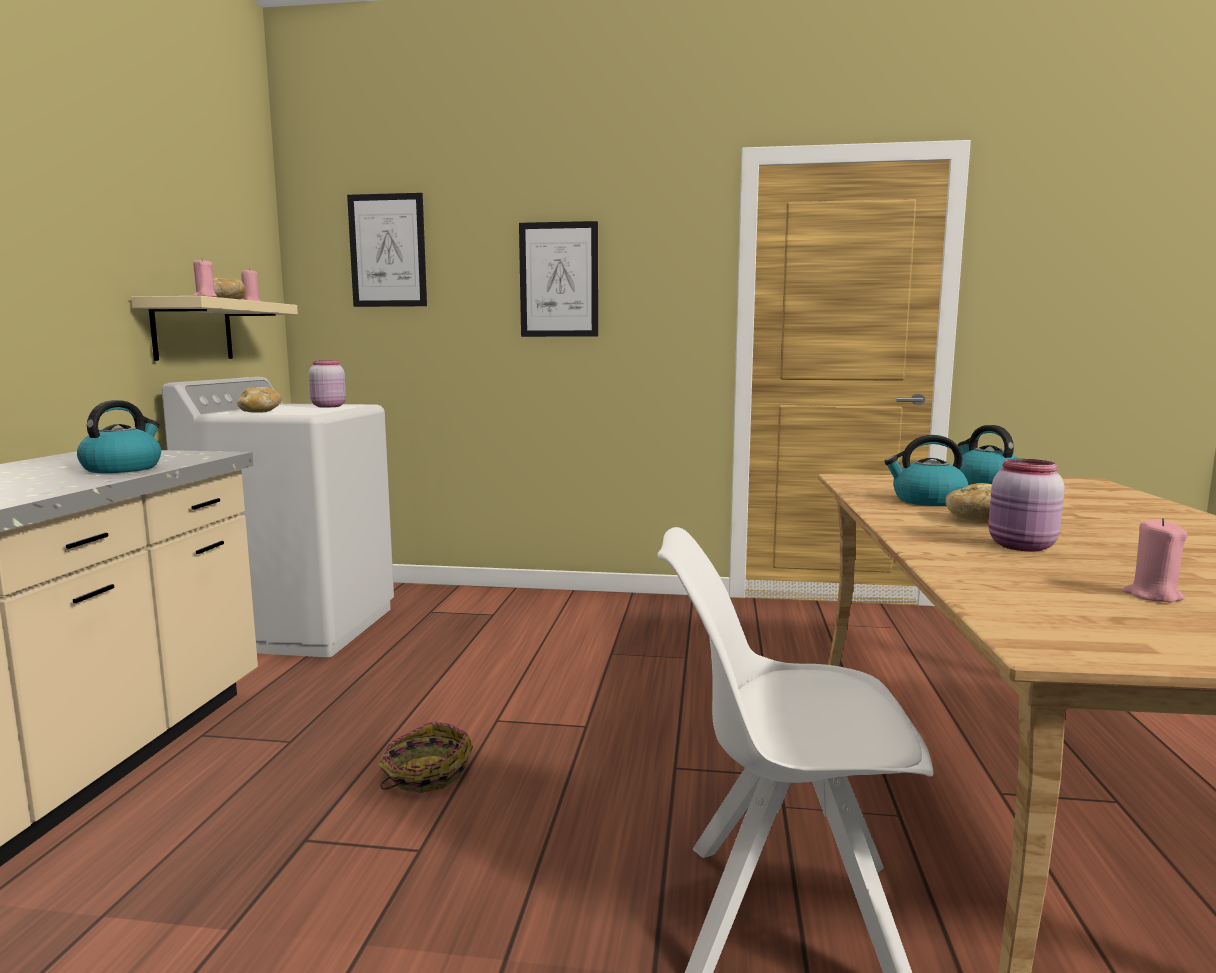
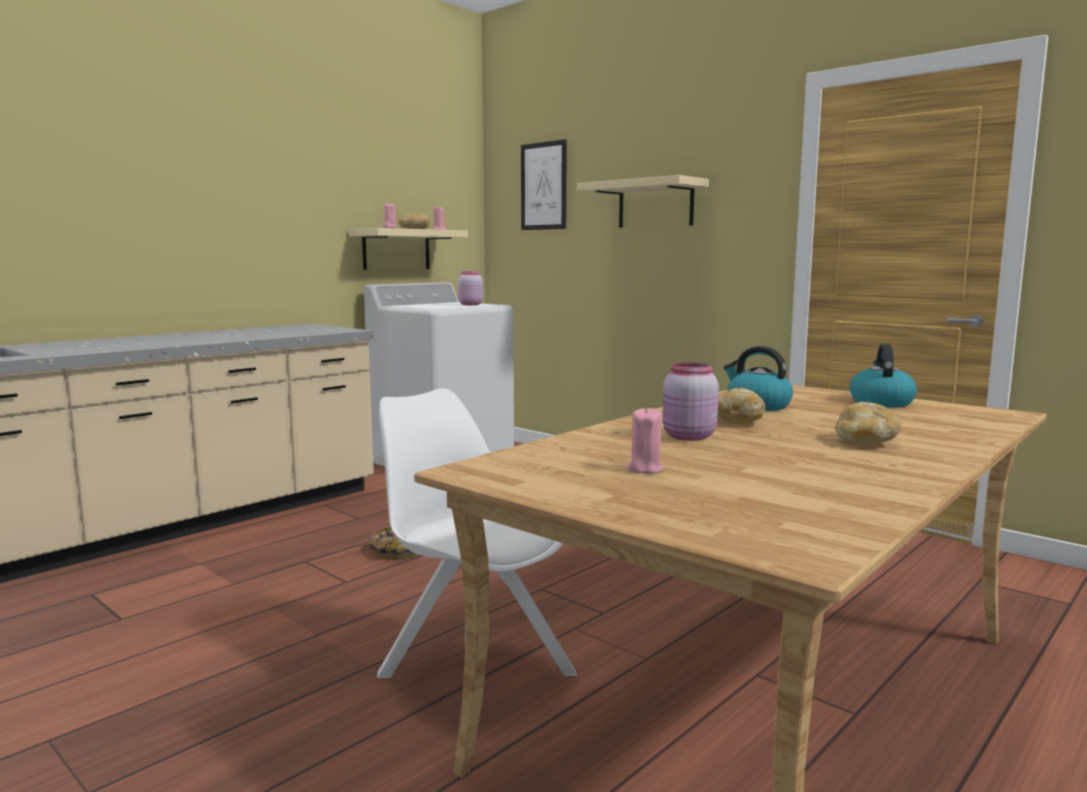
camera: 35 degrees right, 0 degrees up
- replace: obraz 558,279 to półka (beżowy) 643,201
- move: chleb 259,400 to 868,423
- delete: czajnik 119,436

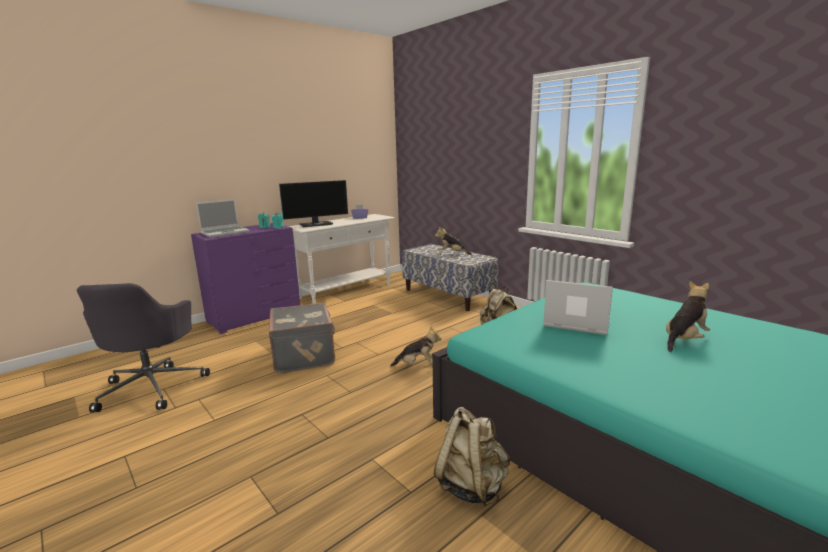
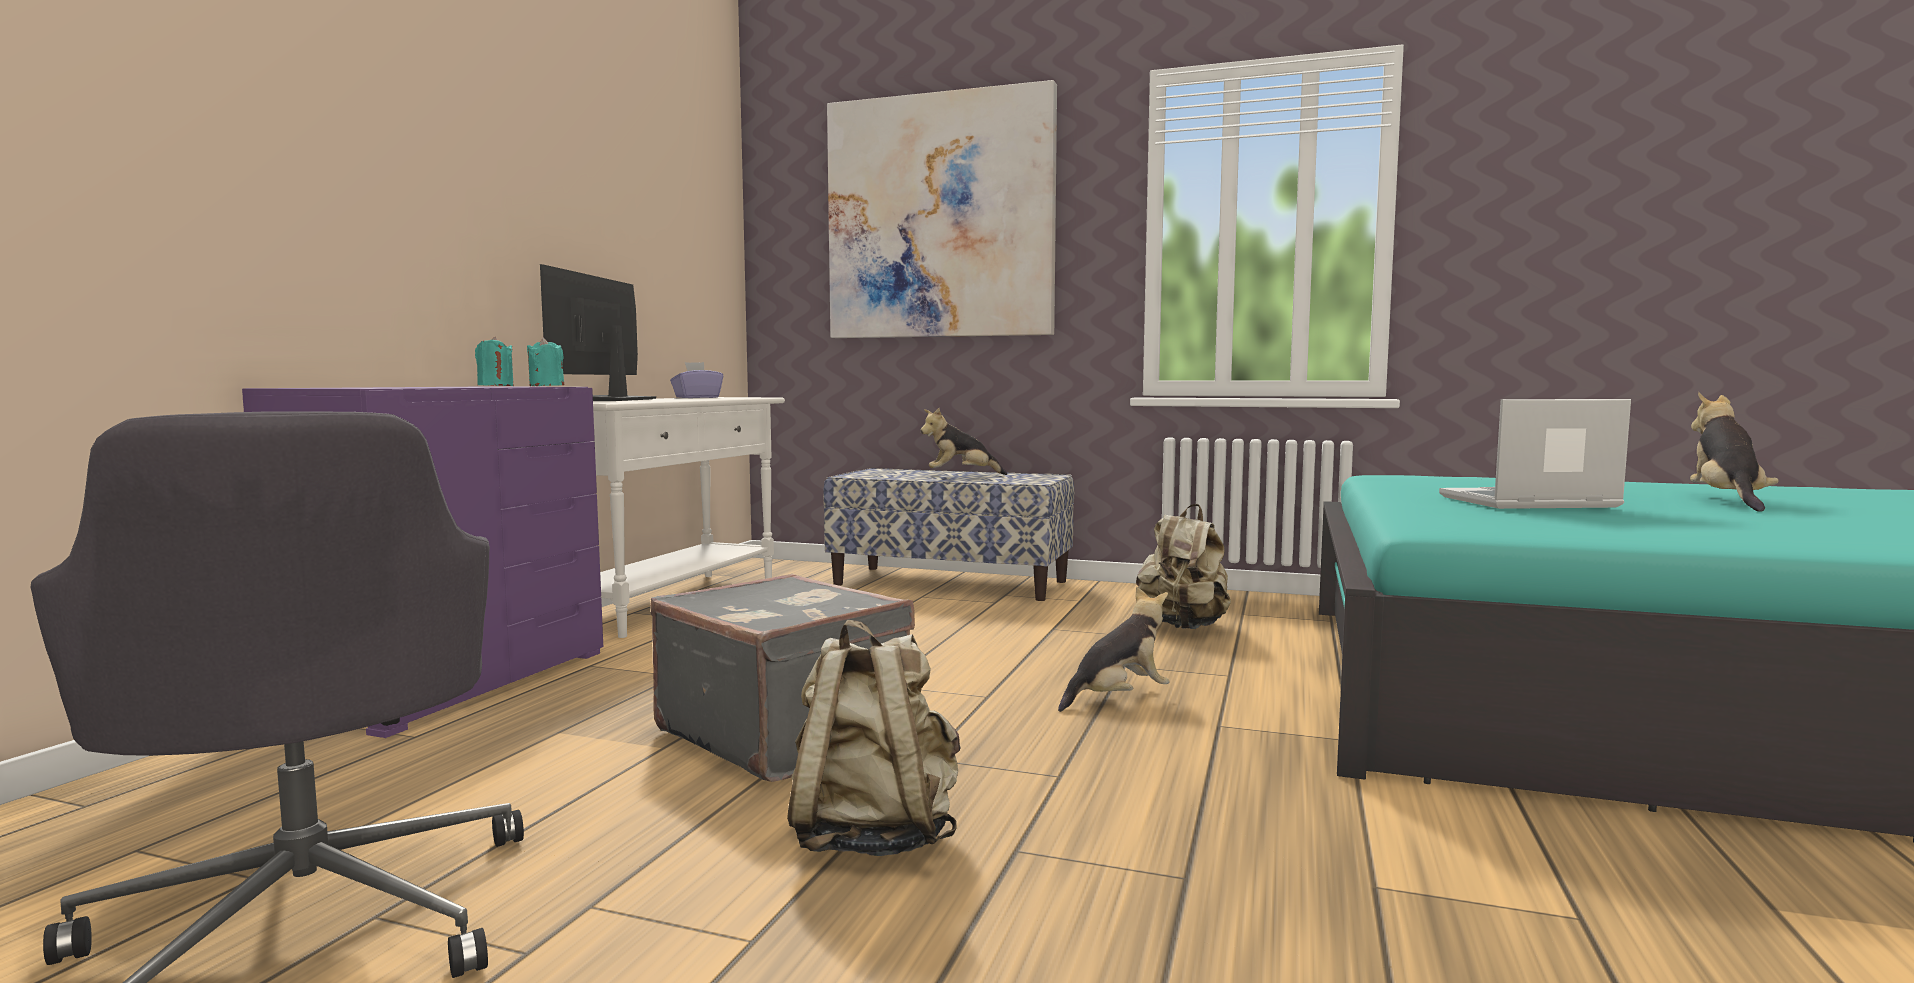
camera: 30 degrees left, 10 degrees down
- rotate: monitor 313,203 = 598,332 150 degrees clockwise
- move: plecak (beżowy) 472,457 to 874,738
- insert: obraz 942,209
- delete: laptop 222,218

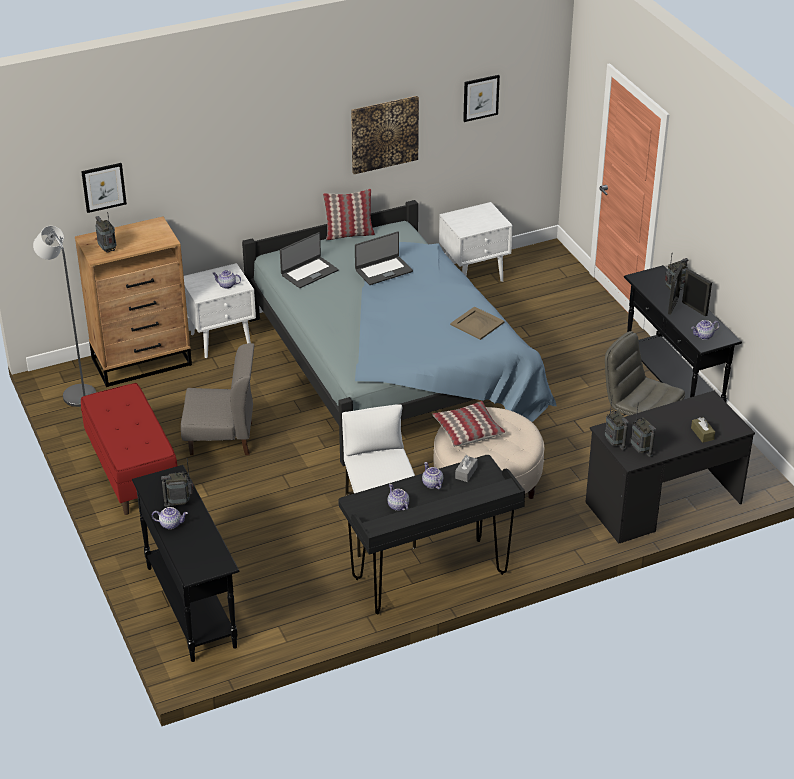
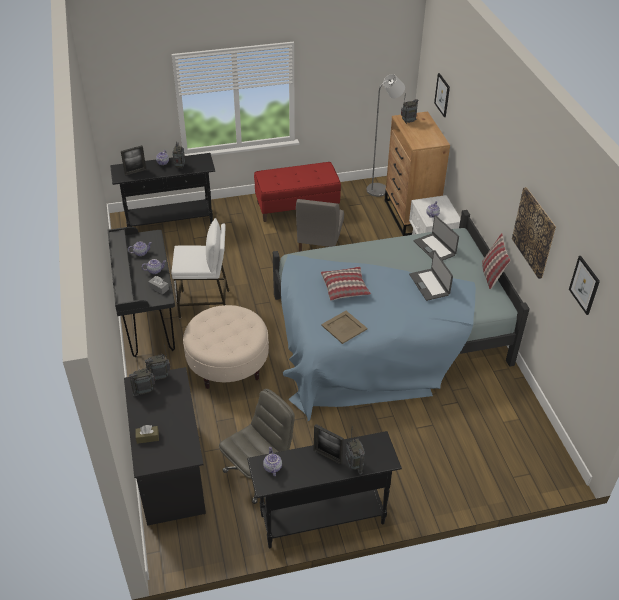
camera: 100 degrees right, 5 degrees up
- move: ramka na zdjęcie 697,293 to 133,160
- move: poduszka 468,424 to 346,284
- delete: szafka nocna (biały) 476,242

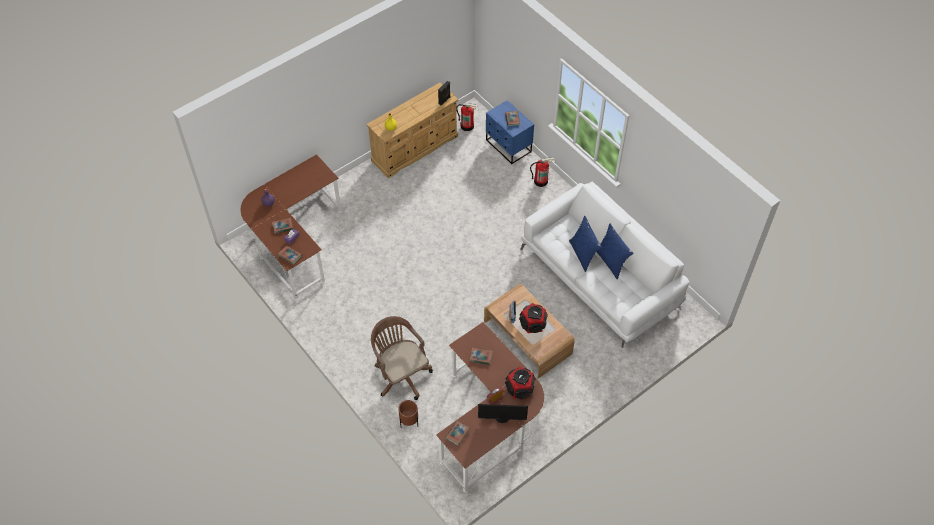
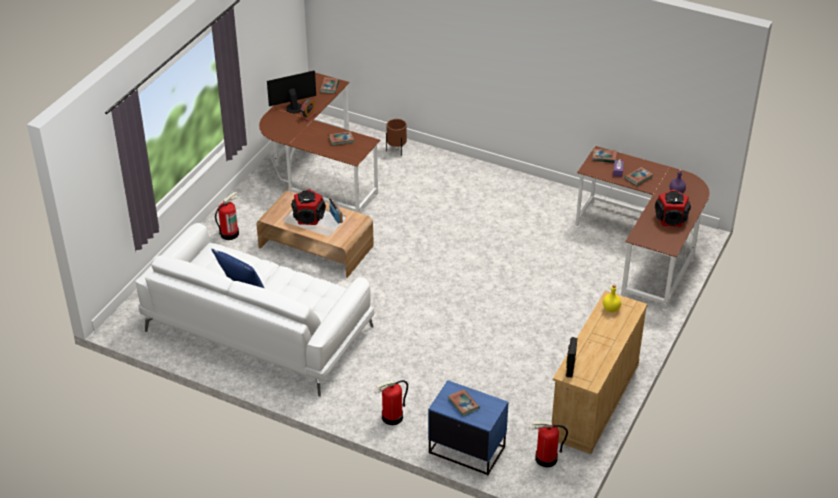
camera: 155 degrees right, 15 degrees down
- insert: gaśnica 227,215
- move: głośnik 520,382 to 673,208
- delete: krzesło biurowe (brązowy) 402,358
- delete: poduszka (niebieski) 585,244

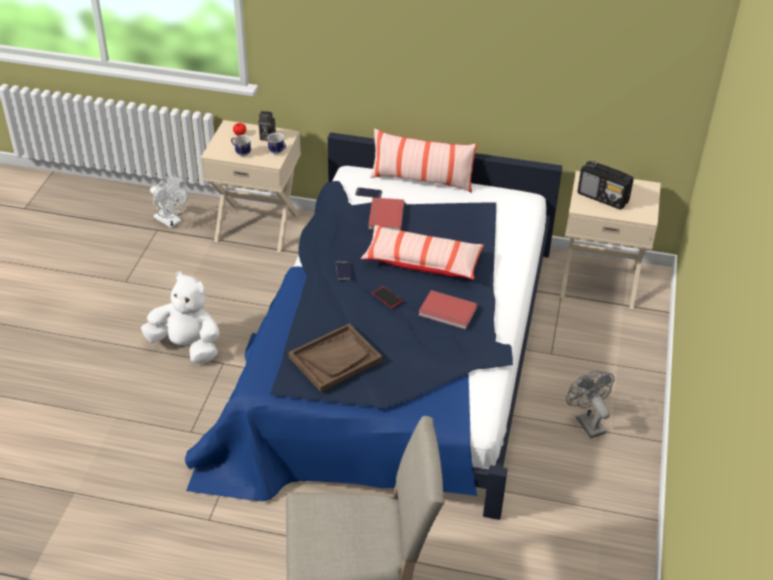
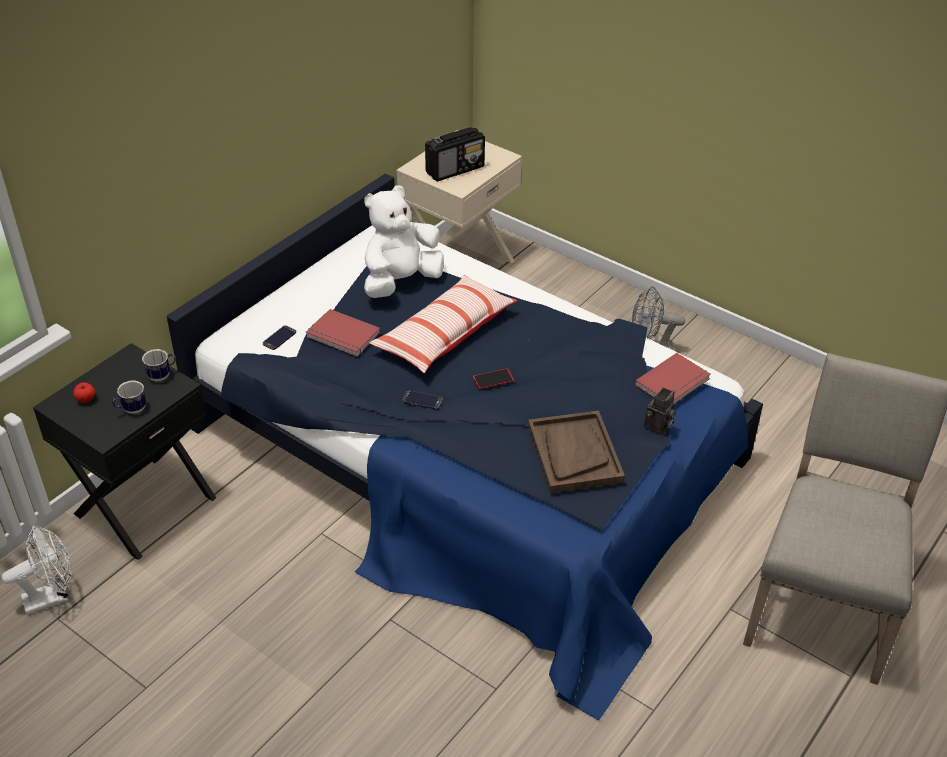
camera: 65 degrees left, 0 degrees up
- recolor: szafka nocna (beżowy) 251,186 to szafka nocna (czarny) 124,451
- move: pluszak (biały) 180,318 to 404,241
- move: książka (czerwony) 448,310 to 673,378
- move: aparat fotograficzny 267,126 to 659,411
- delete: poduszka 423,160

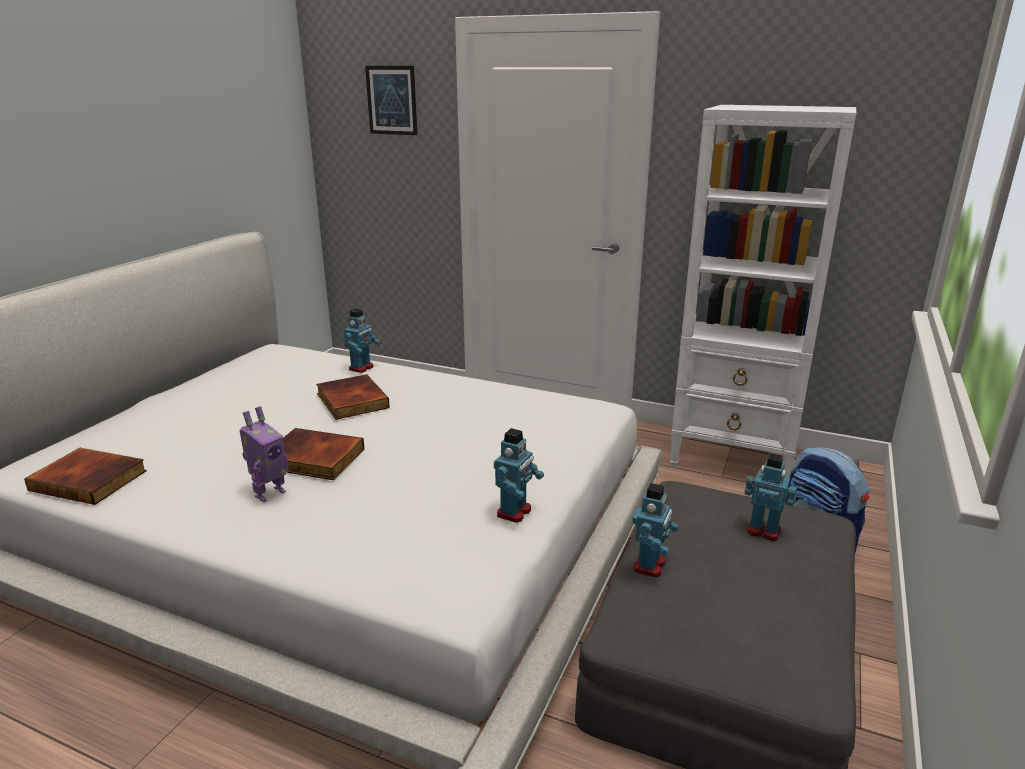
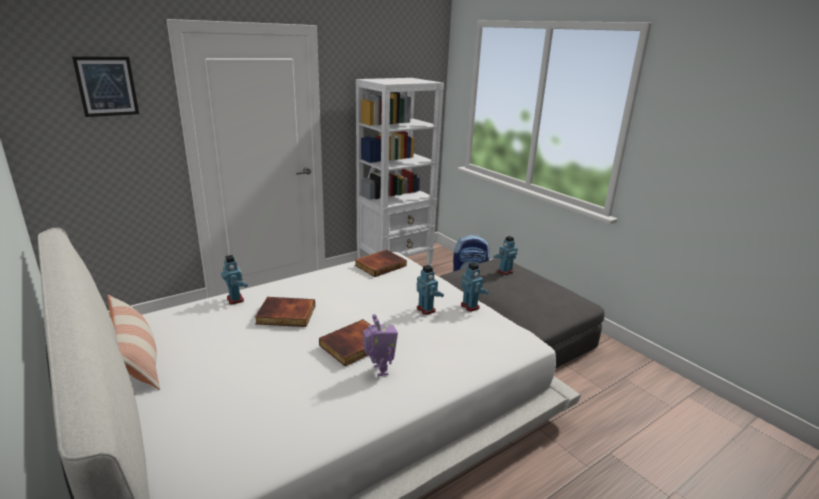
camera: 60 degrees left, 0 degrees up
- insert: poduszka 134,342
- move: książka 85,476 to 381,263
- move: robot zabawkowy 655,530 to 430,290

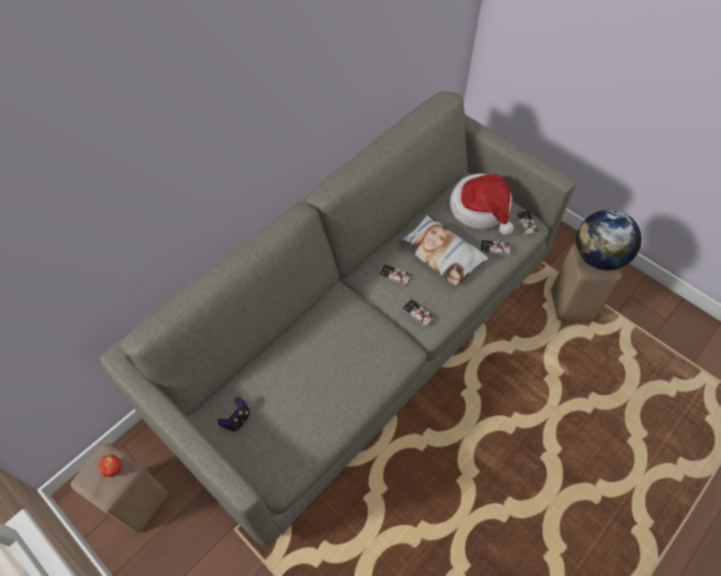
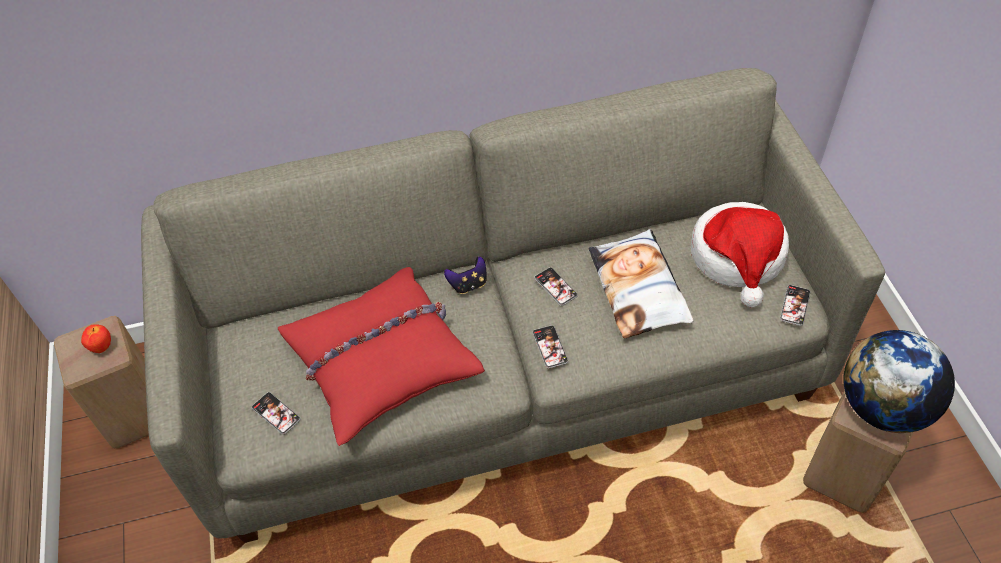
camera: 35 degrees right, 5 degrees down
- move: telefon 495,247 to 276,413
- insert: poduszka (czerwony) 381,356
- move: pad do gier 233,414 to 465,275

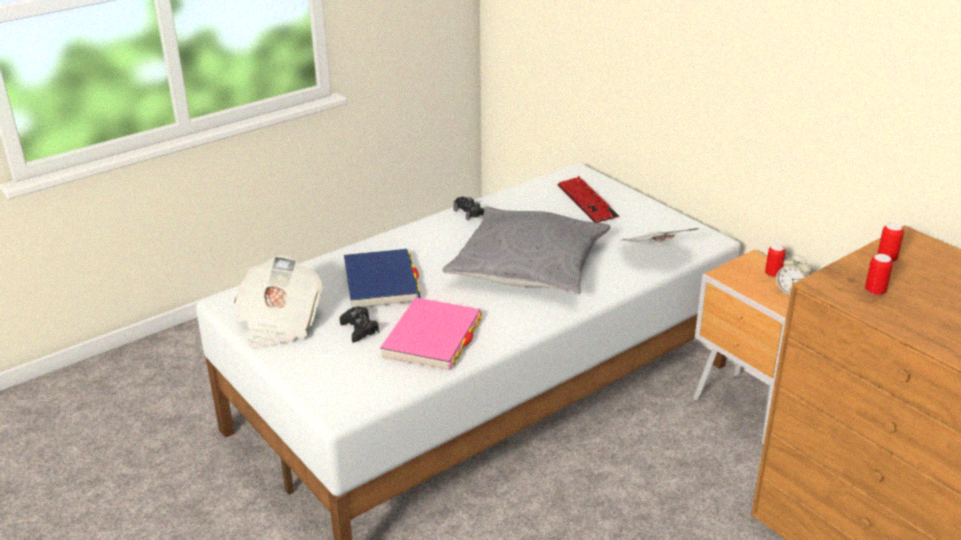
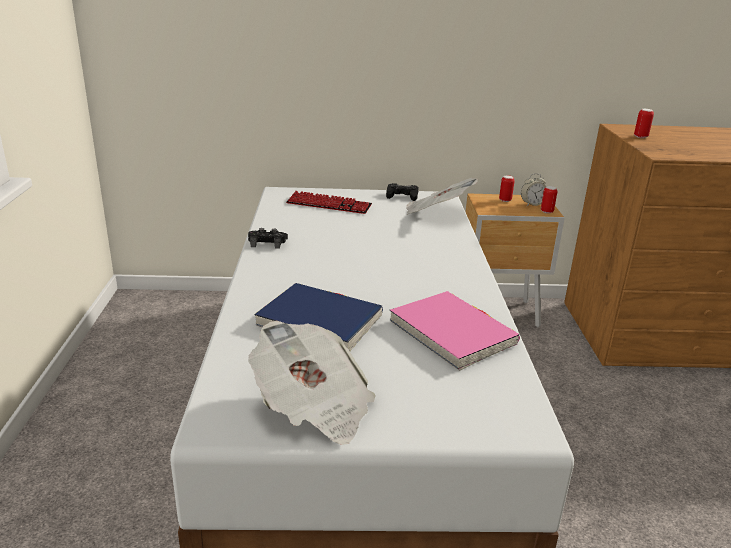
camera: 55 degrees left, 5 degrees down
- move: pad do gier (czarny) 359,324 to 402,192
- move: puszka 879,274 to 549,200
- delete: poduszka (szary) 526,251

